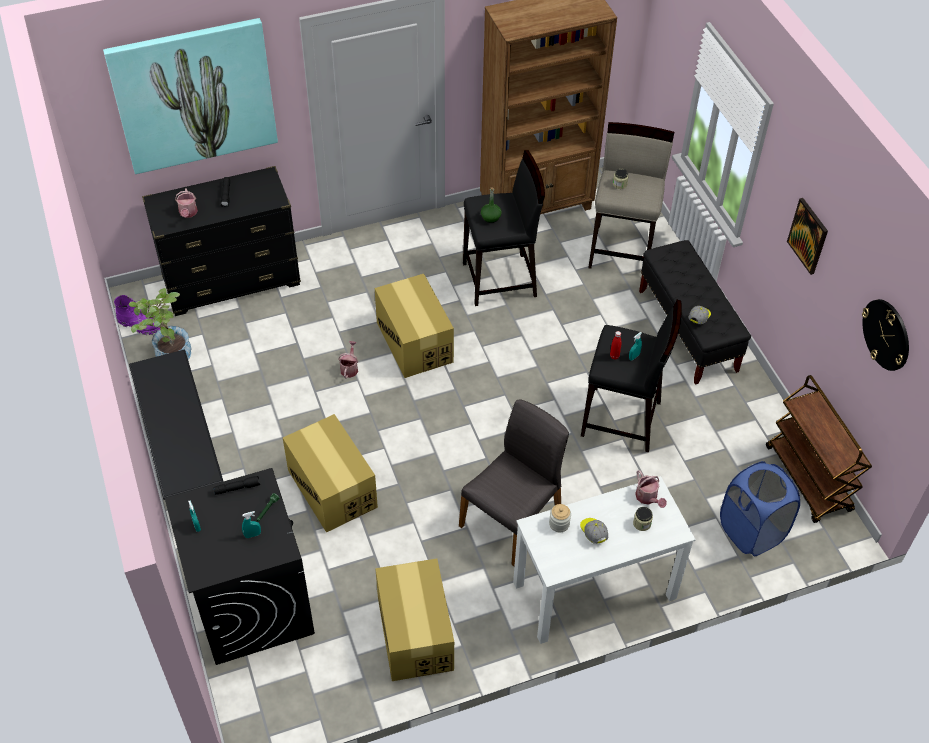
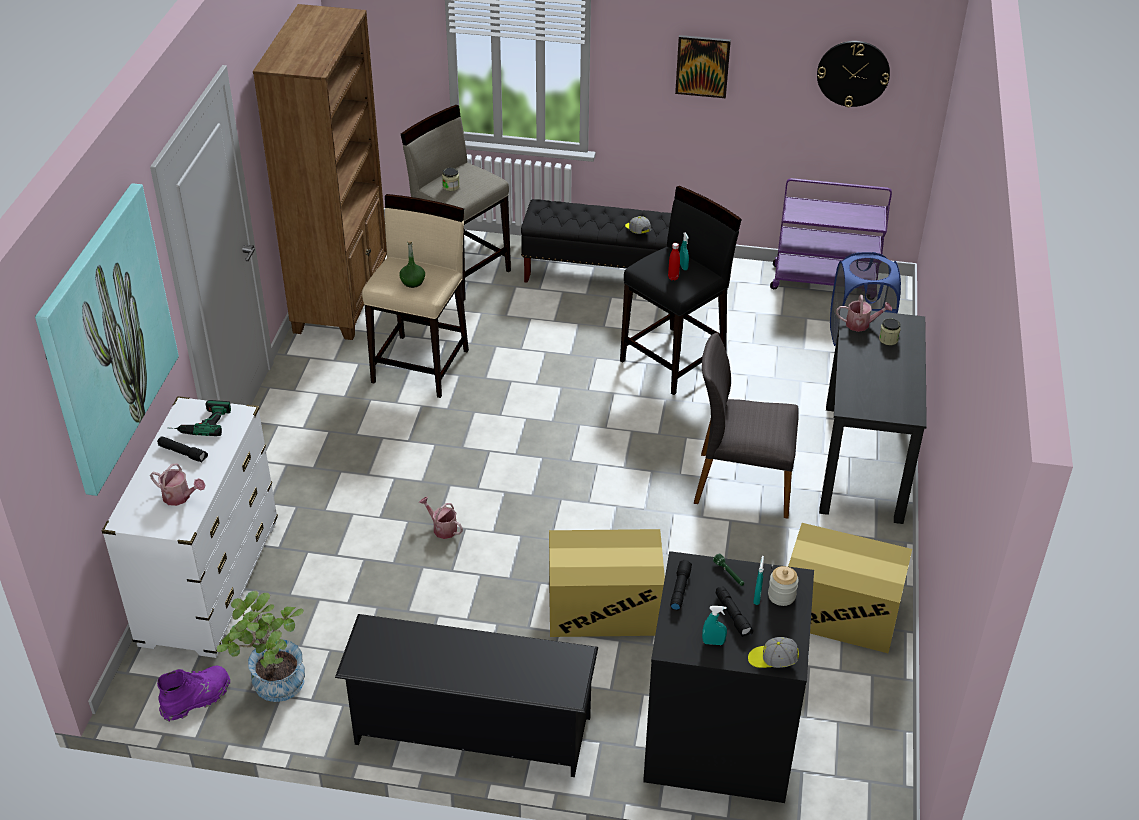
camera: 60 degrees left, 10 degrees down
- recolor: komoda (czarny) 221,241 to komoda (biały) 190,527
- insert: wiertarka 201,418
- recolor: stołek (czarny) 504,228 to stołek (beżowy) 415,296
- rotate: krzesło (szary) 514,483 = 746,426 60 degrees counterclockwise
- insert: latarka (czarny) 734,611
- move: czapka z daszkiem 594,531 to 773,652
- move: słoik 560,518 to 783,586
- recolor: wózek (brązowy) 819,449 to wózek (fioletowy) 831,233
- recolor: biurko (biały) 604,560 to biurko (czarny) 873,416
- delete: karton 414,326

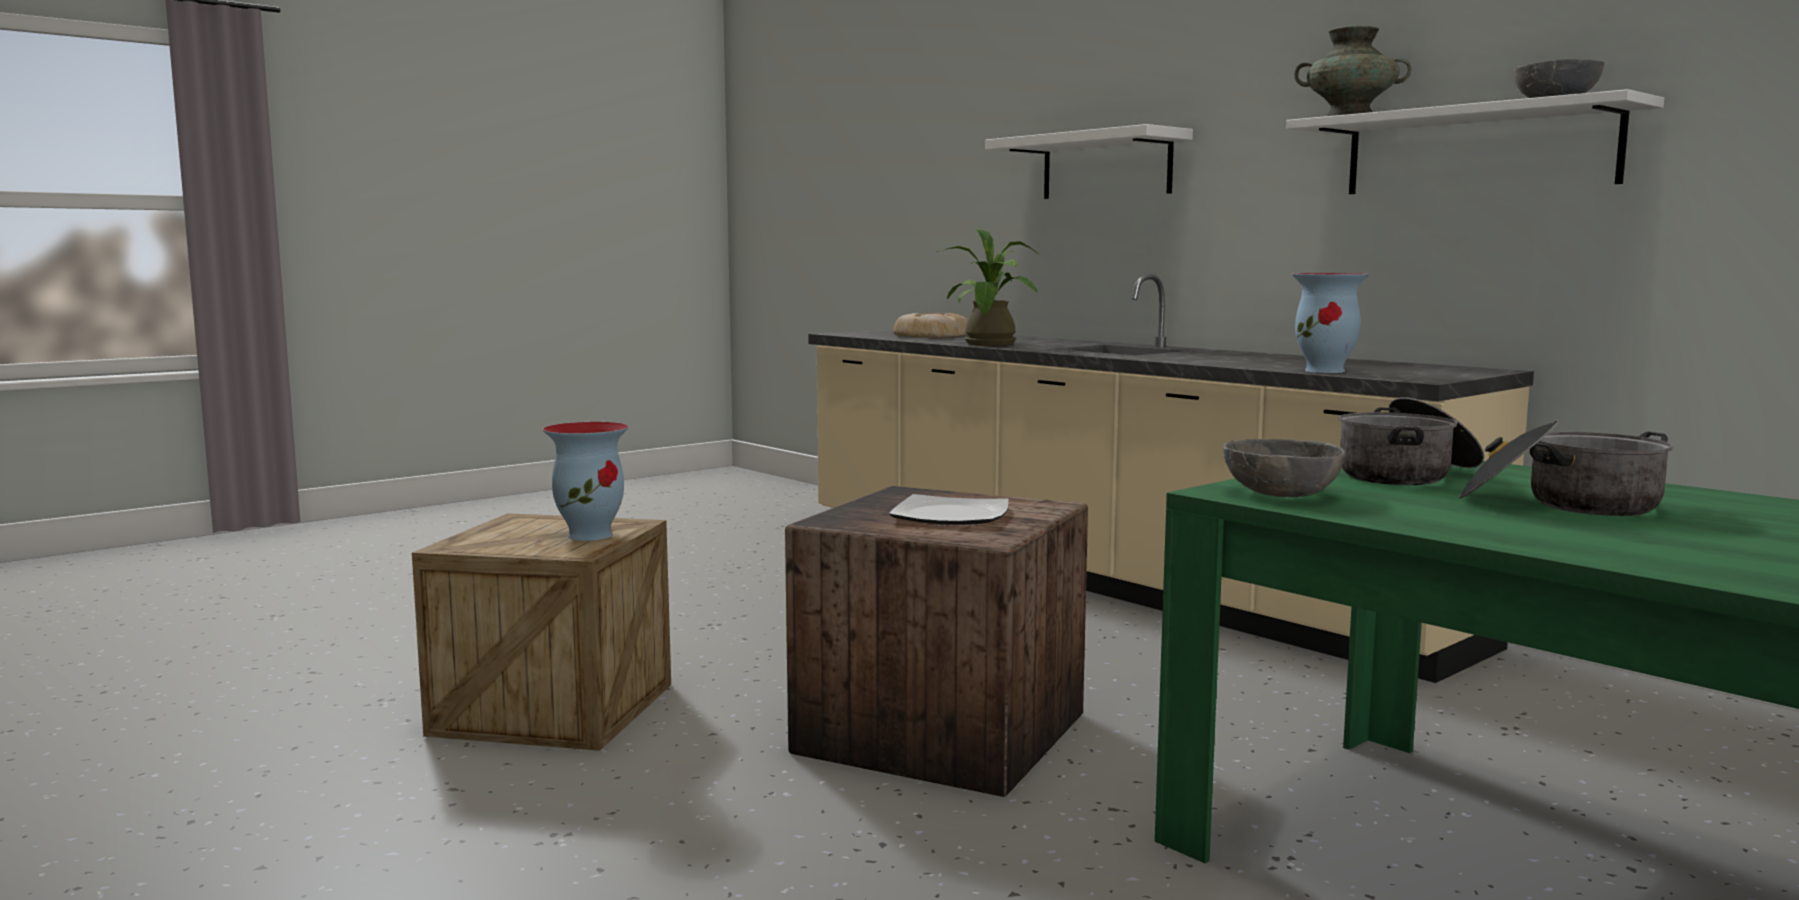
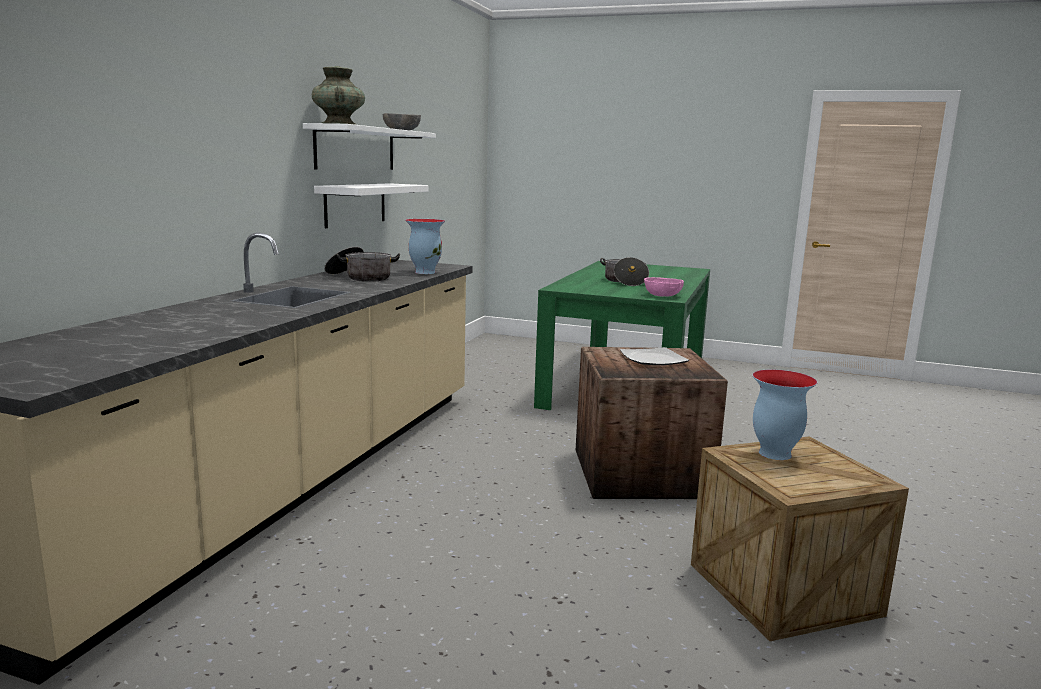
camera: 120 degrees left, 5 degrees up
- move: półka (biały) 1089,161 to 371,205
- move: garnek 1411,441 to 362,264
- recolor: miska (szary) 1284,468 to miska (różowy) 664,286
- delete: chleb 930,325
- delete: roślina doniczkowa 988,287

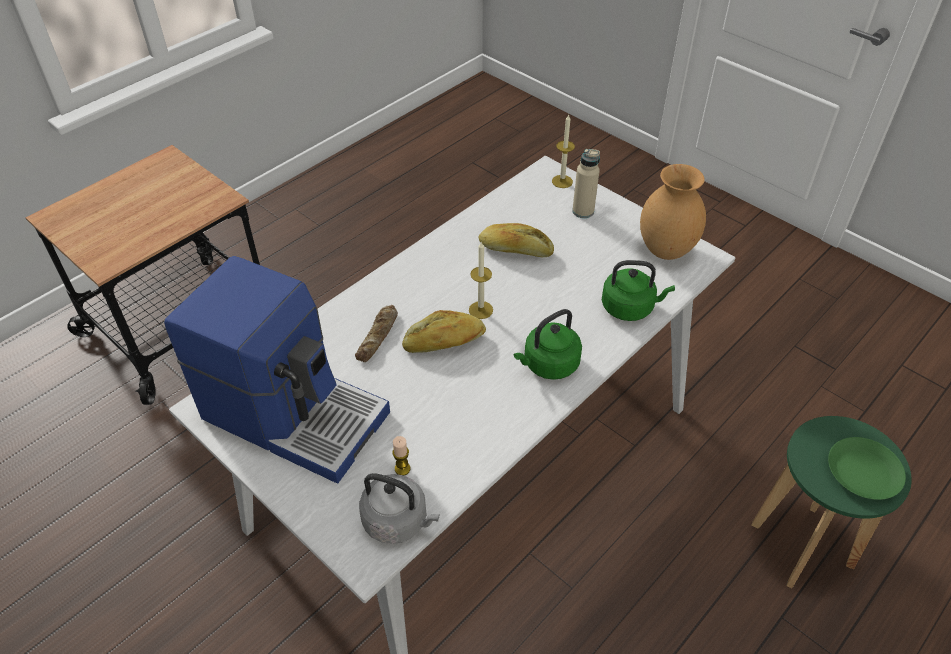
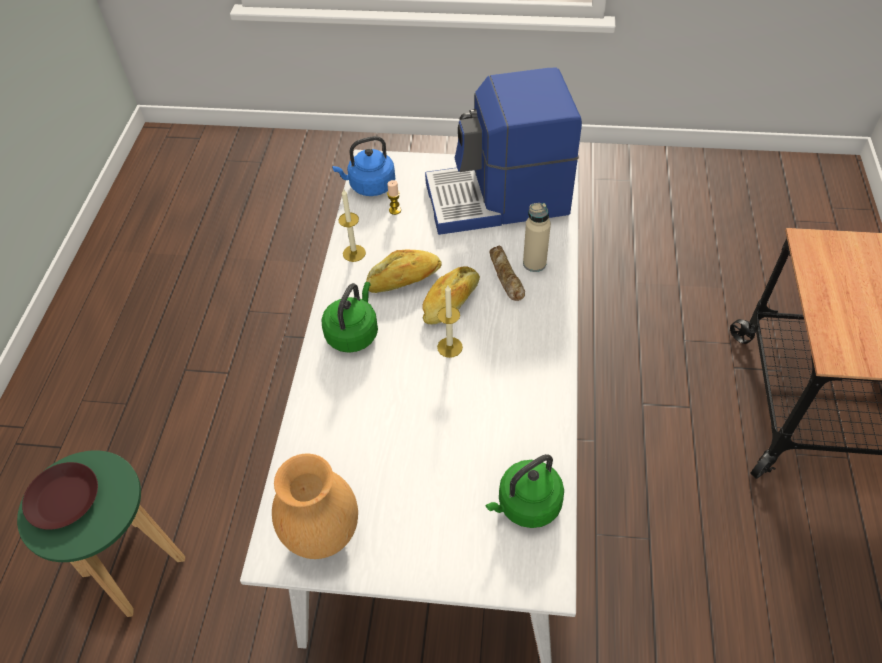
camera: 145 degrees right, 5 degrees up
- recolor: talerz (zielony) 867,468 to talerz (brązowy) 60,496
- recolor: czajnik (szary) 399,508 to czajnik (niebieski) 363,166
- move: świeca 563,151 to 352,225
- move: chleb 516,240 to 404,271
- move: czajnik (zielony) 638,290 to 525,491
- move: butelka (beżowy) 586,183 to 537,237

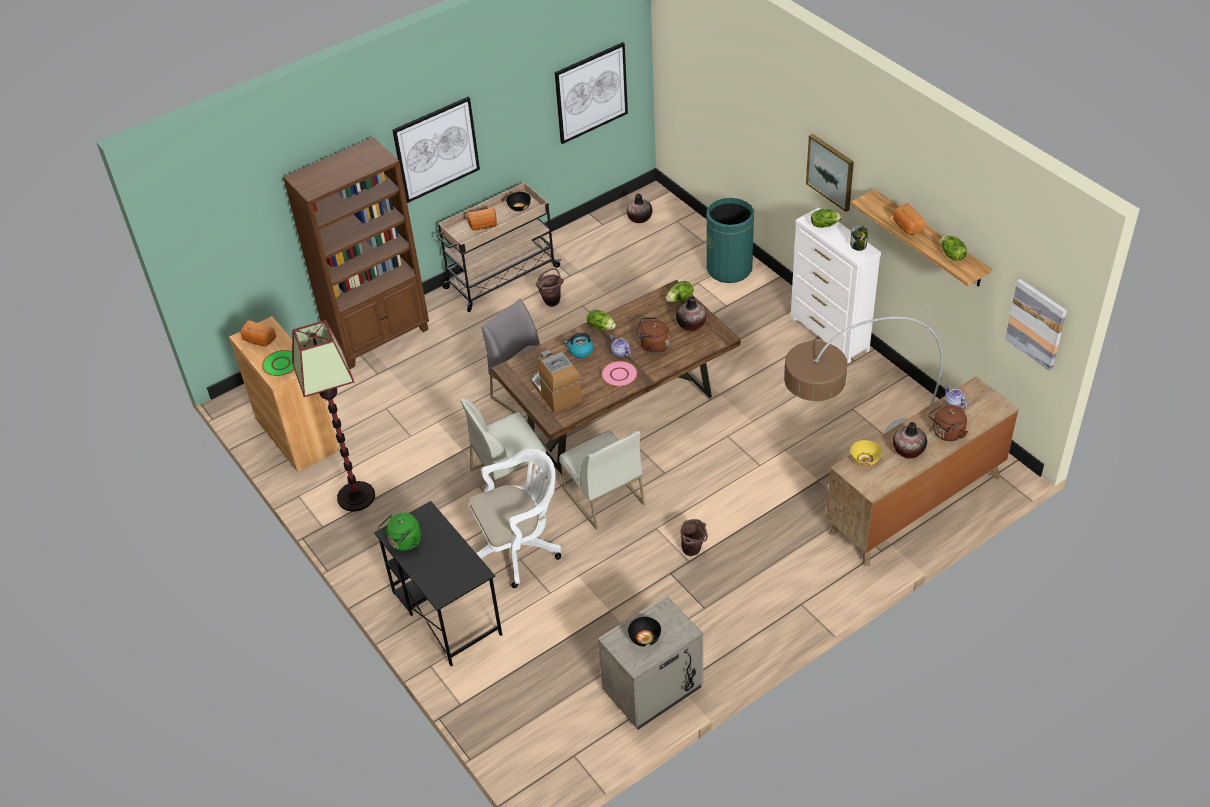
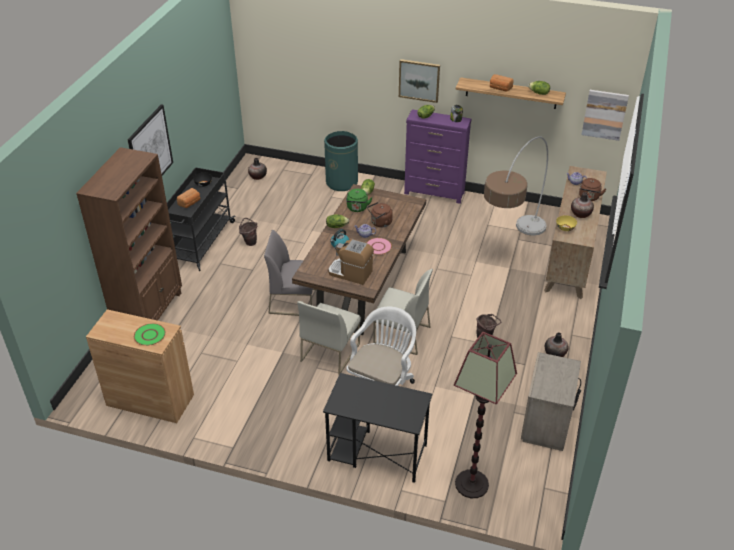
camera: 40 degrees left, 5 degrees down
- recolor: wózek (beżowy) 498,247 to wózek (czarny) 201,219
- move: czajnik (zielony) 400,532 to 359,200
- recolor: komoda (biały) 836,285 to komoda (fioletowy) 438,156
- move: lampa stojąca 333,416 to 485,415
- move: wazon 691,313 to 557,344
- delete: chleb 258,333
- delete: obraz 591,93
- delete: miska (czarny) 644,632

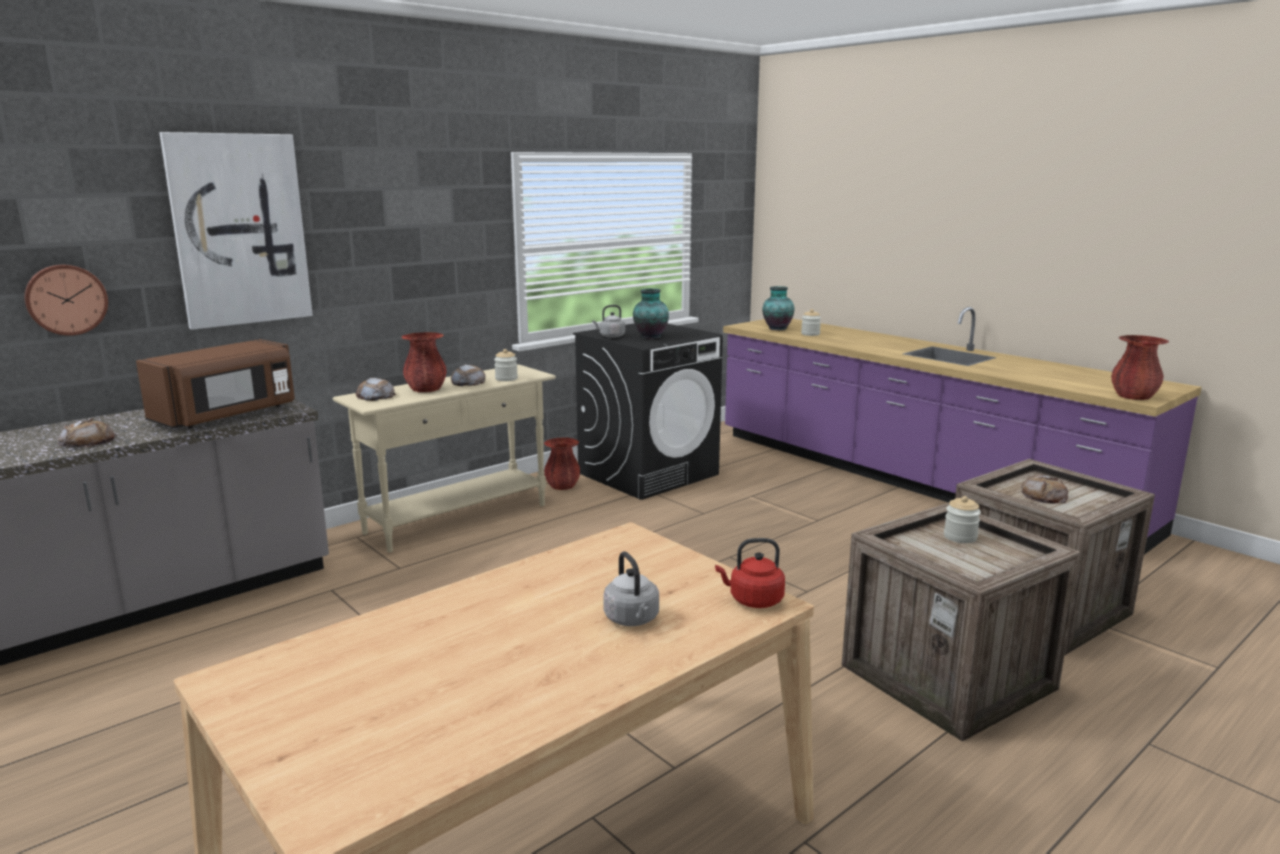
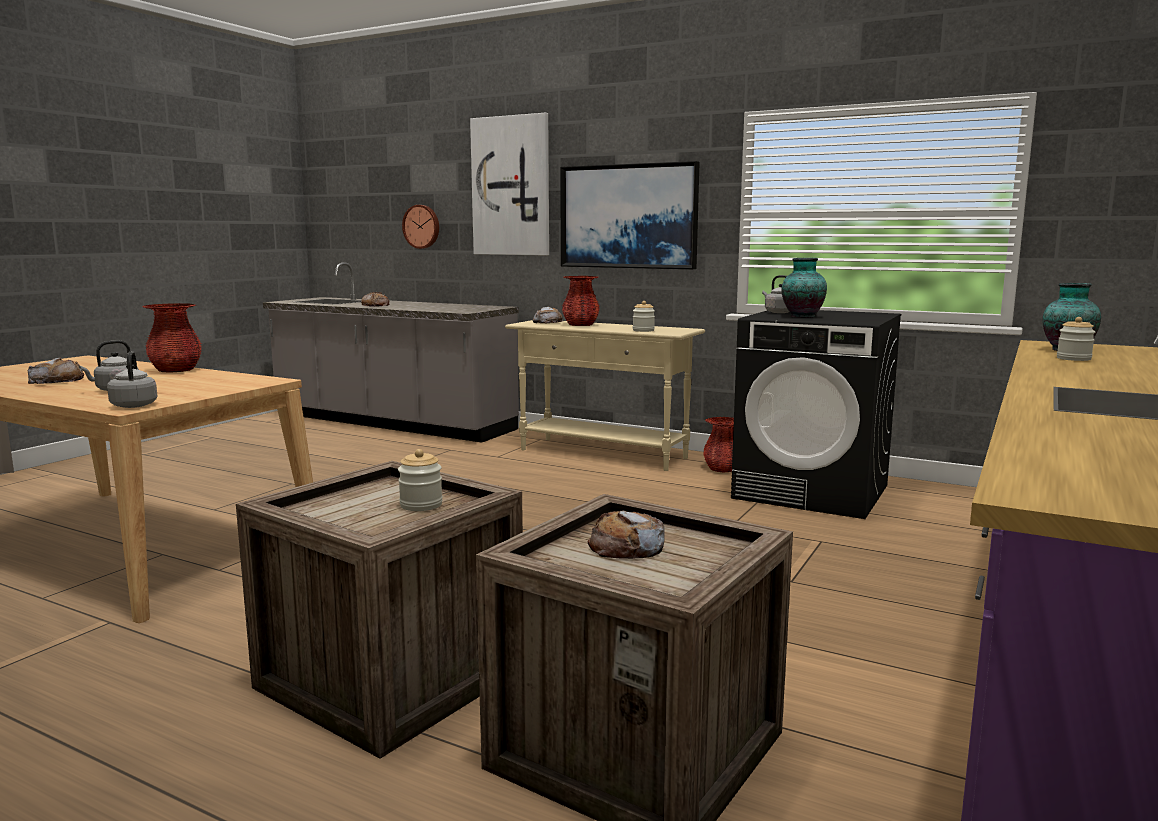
camera: 70 degrees right, 5 degrees down
- move: chleb 468,375 to 56,370
- recolor: czajnik (czerwony) 750,573 to czajnik (szary) 132,379
- move: wazon (czerwony) 1140,367 to 172,338
- insert: obraz 630,215
- delete: mikrofalówka (brązowy) 215,384

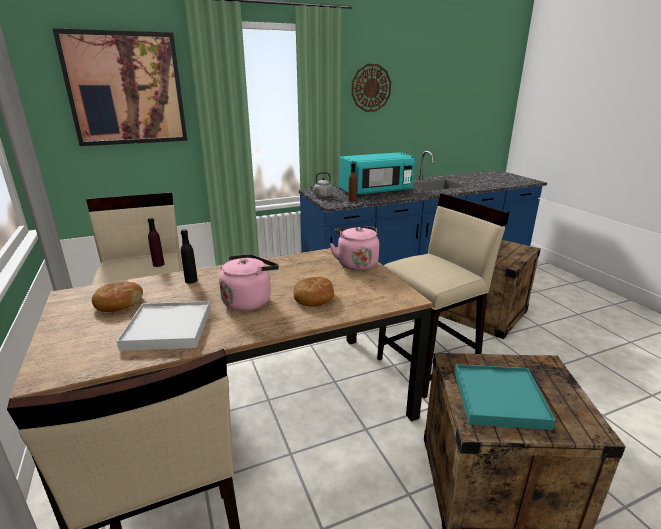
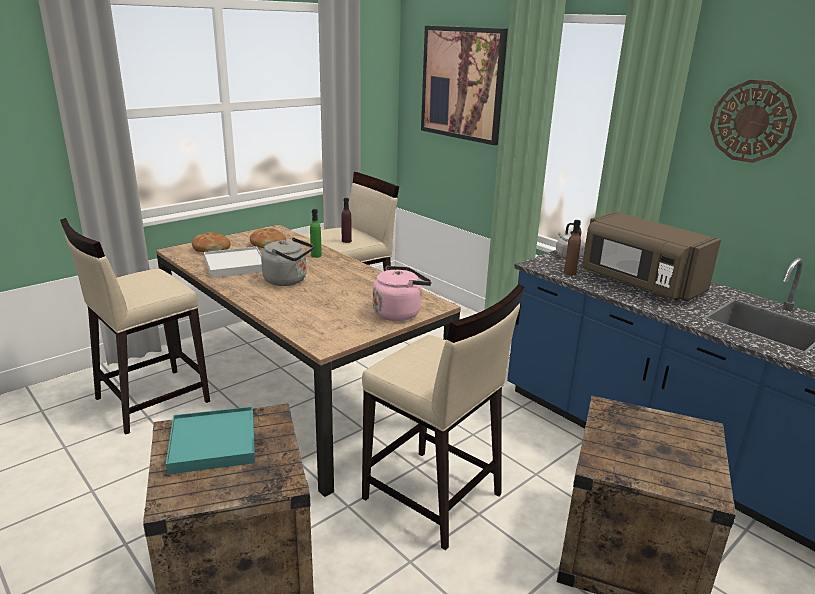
camera: 70 degrees right, 0 degrees up
- move: chleb 314,292 to 211,242
- recolor: czajnik (różowy) 249,282 to czajnik (szary) 287,261
- recolor: butelka (czarny) 189,256 to butelka (zielony) 316,233
- recolor: mikrofalówka (turkusowy) 377,174 to mikrofalówka (brązowy) 651,256

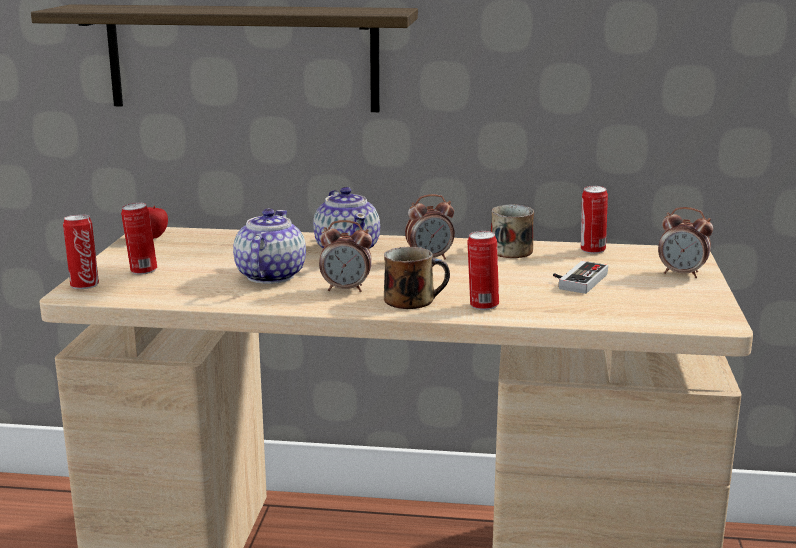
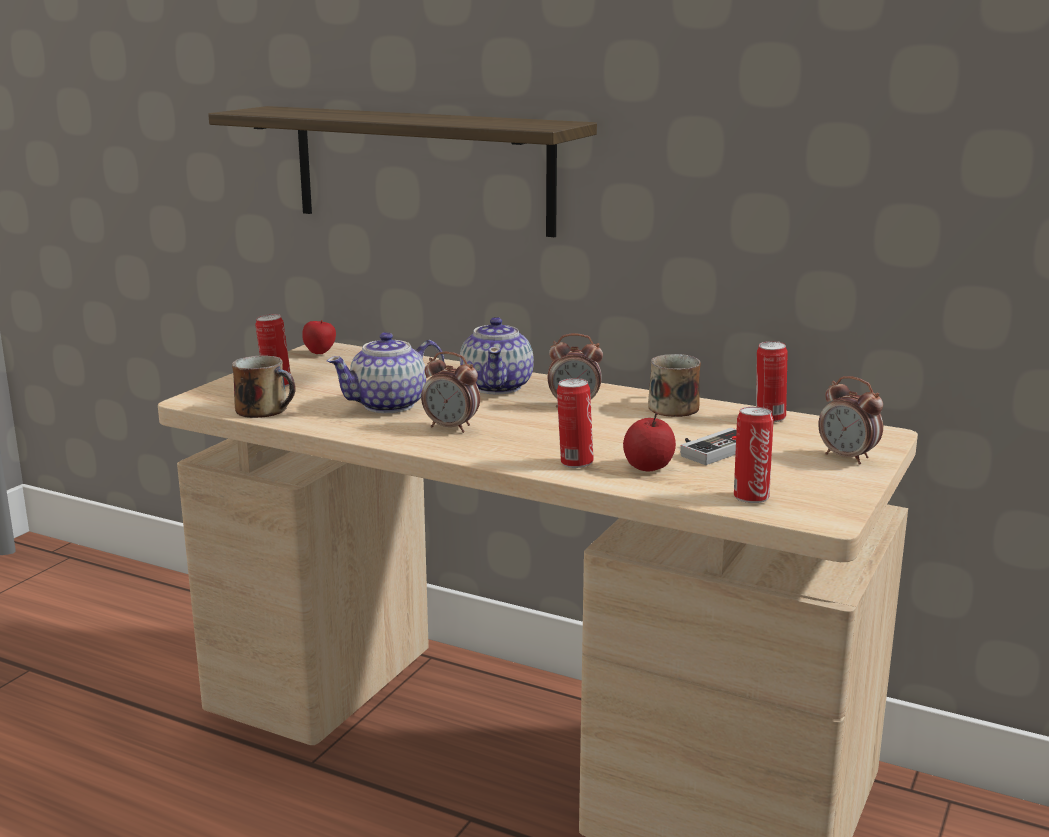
camera: 20 degrees right, 0 degrees up
- move: kubek 417,278 to 264,386
- rotate: imbryk 269,246 = 385,372 150 degrees counterclockwise
- insert: jabłko 649,442
- move: puszka 81,251 to 754,455

